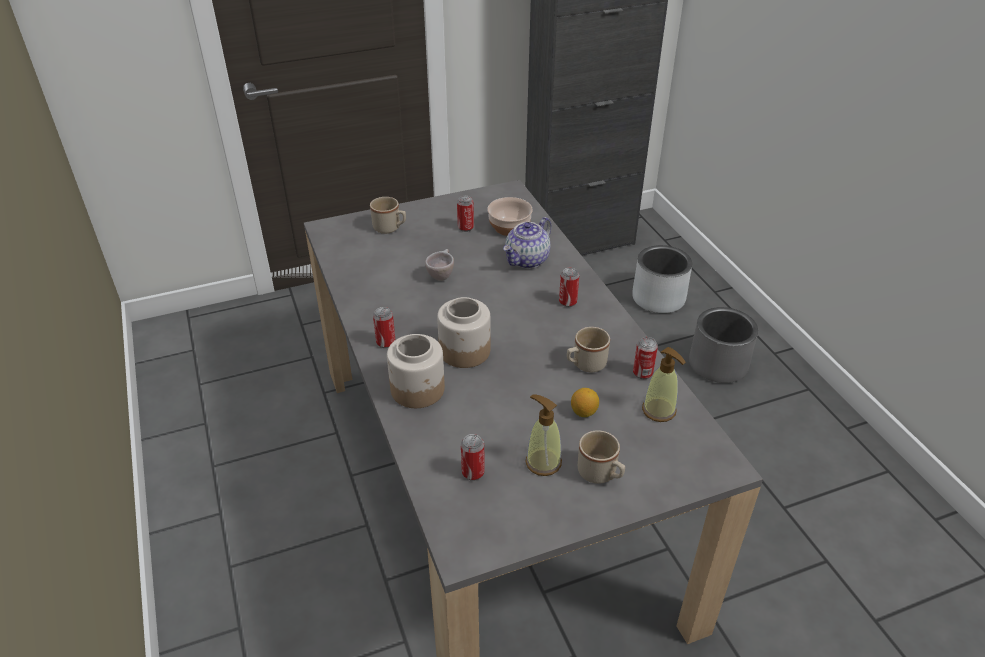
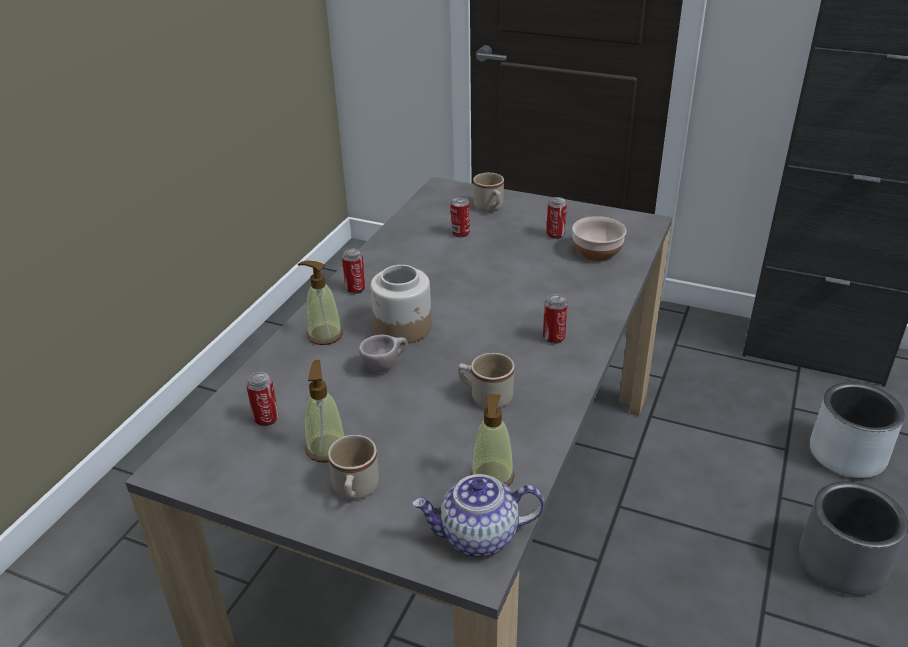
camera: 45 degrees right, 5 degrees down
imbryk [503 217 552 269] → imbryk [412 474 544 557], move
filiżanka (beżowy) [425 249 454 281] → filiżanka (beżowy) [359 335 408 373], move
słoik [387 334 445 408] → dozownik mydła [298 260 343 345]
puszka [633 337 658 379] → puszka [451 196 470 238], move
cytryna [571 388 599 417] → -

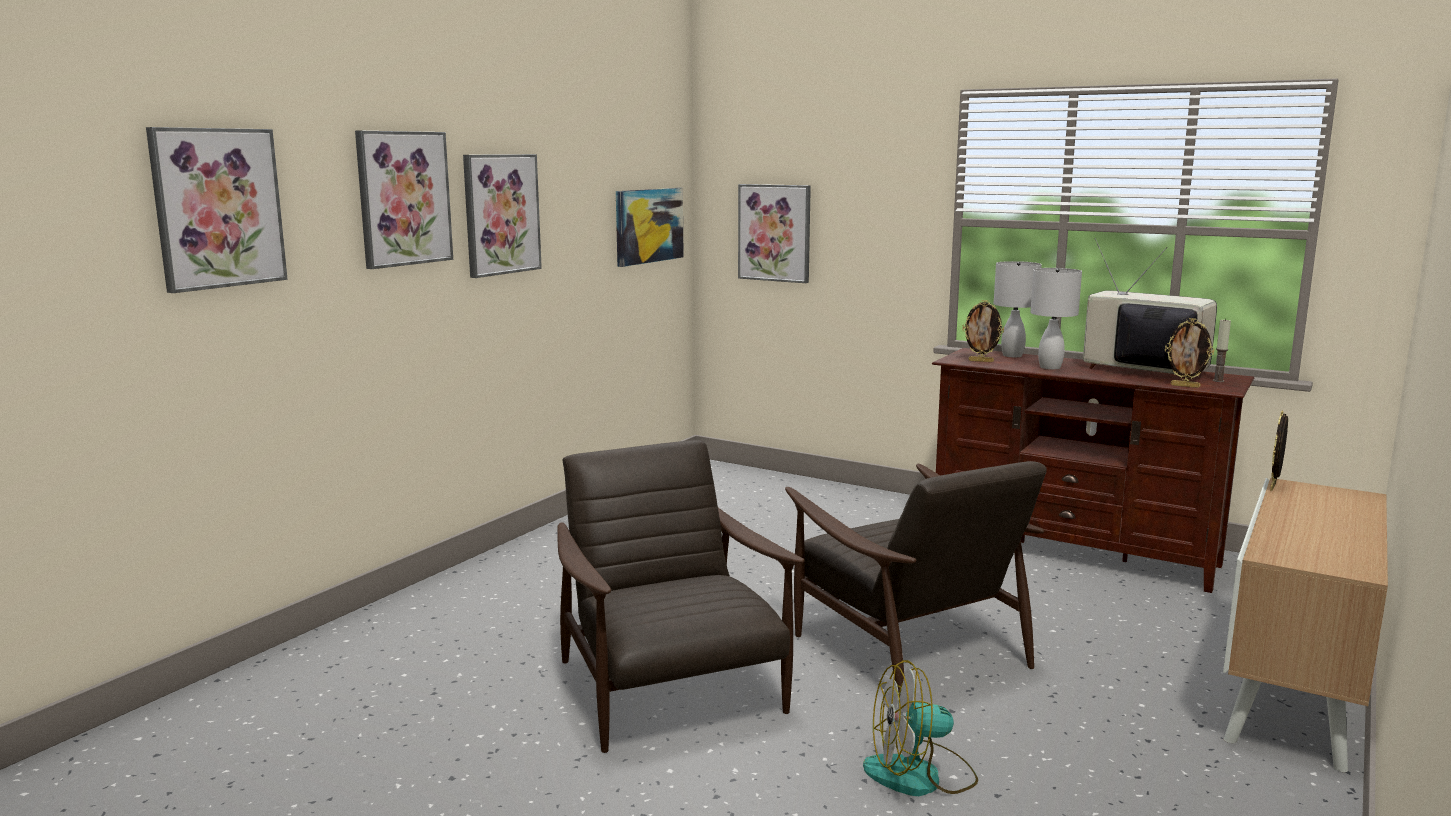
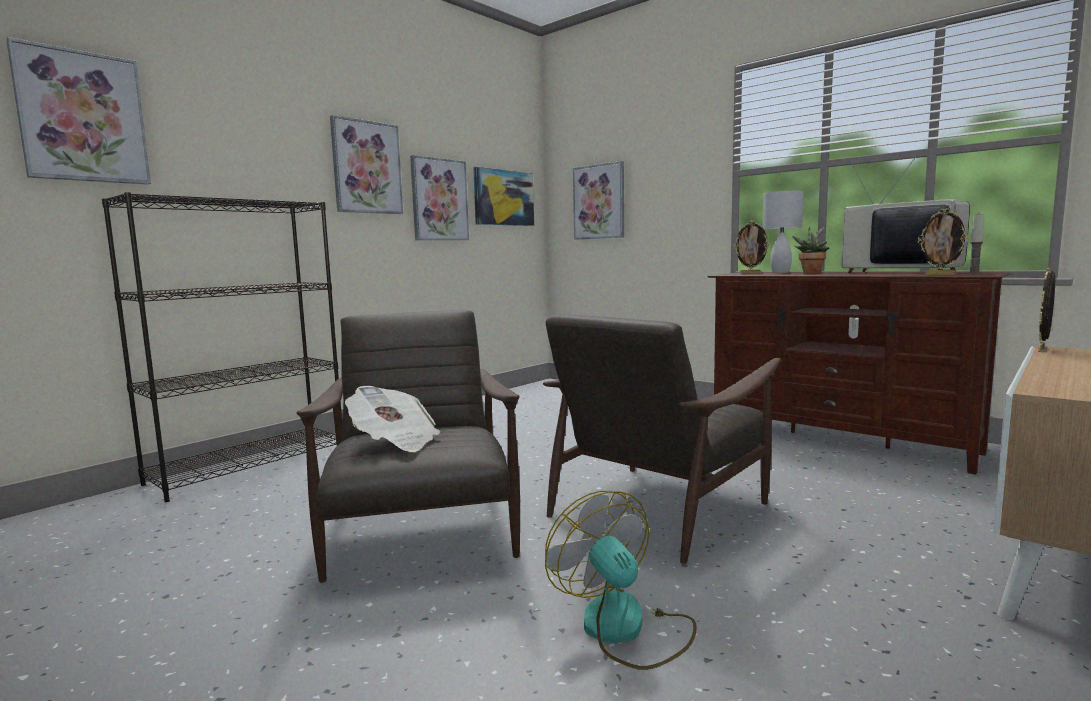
camera: 10 degrees right, 5 degrees down
obraz [355 131 453 269] → obraz [410 155 469 241], move
lampa stołowa (biały) [1030 268 1082 369] → roślina doniczkowa [792 227 829 274]
fotel (brązowy) [785 461 1047 697] → fotel (brązowy) [543 315 781 564], 60 degrees clockwise
wentylator [863 660 978 796] → wentylator [545 491 697 670], 60 degrees clockwise
- → regał (czarny) [102 192 342 502]
- → gazeta [345 386 440 452]

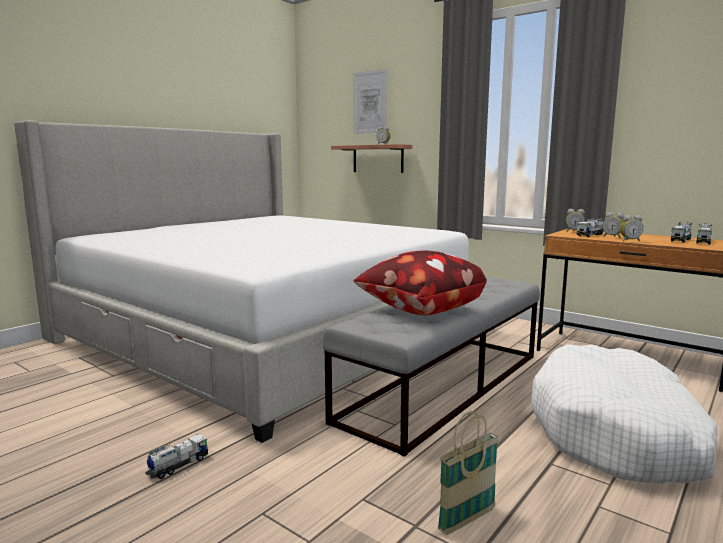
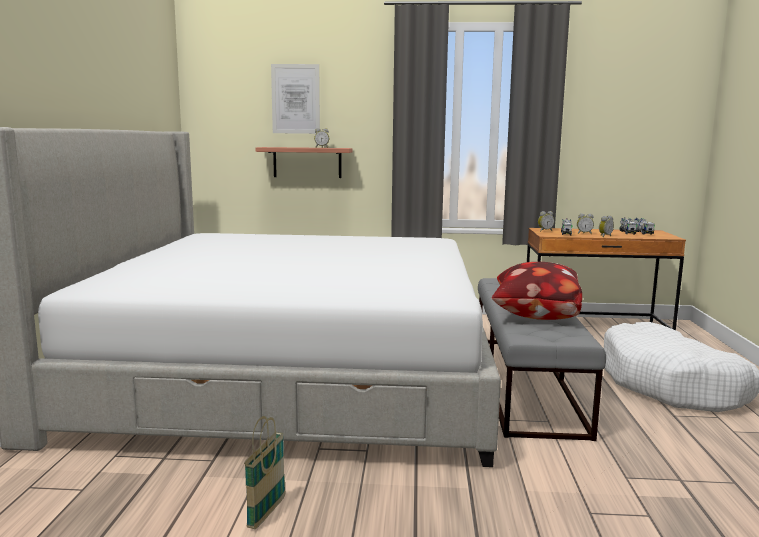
camera: 35 degrees left, 0 degrees up
koszyk [438 411 498 535] → koszyk [244 416 286 529], move
ciężarówka zabawkowa [145 434 208 479] → -

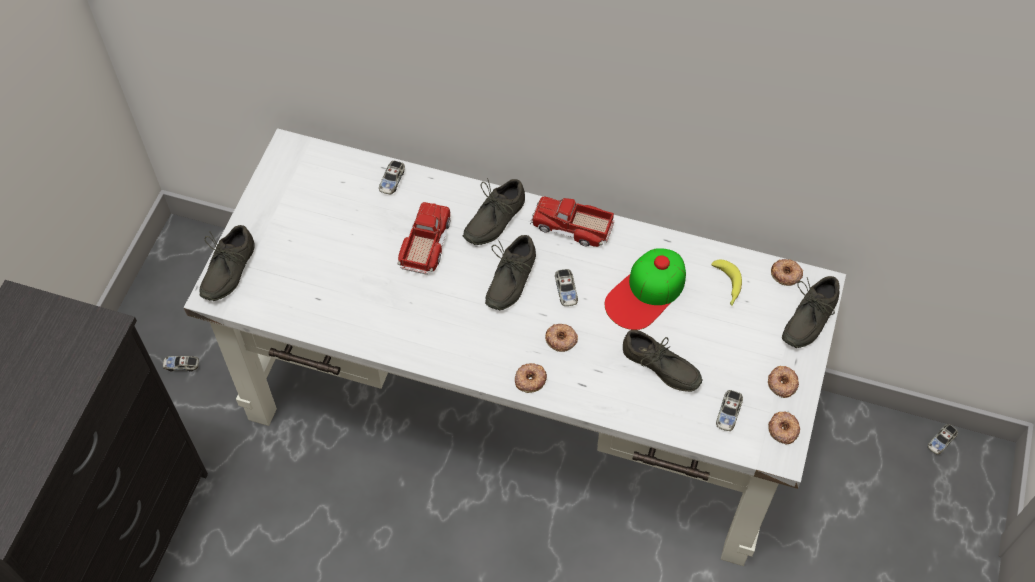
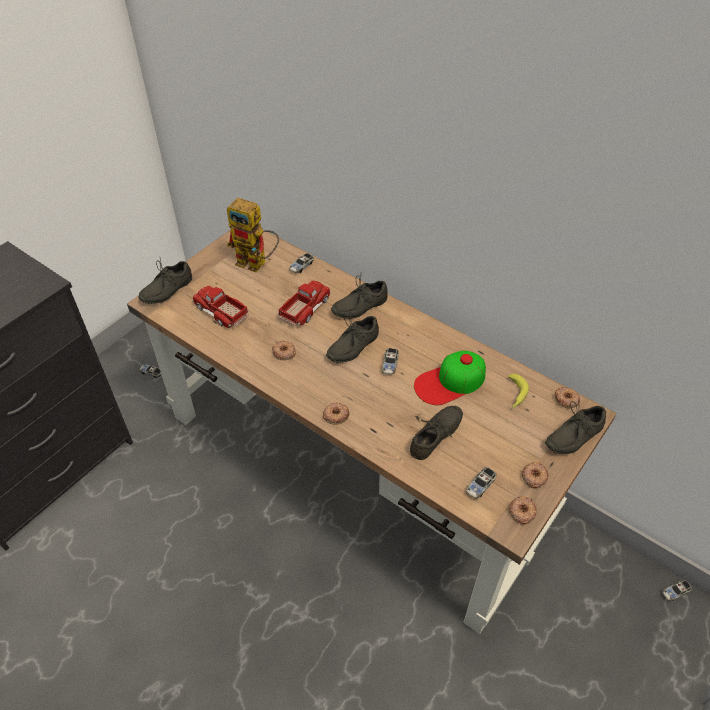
camera: 20 degrees right, 10 degrees down
biurko (biały) [184 128 846 566] → biurko (brązowy) [127 230 617 634]
ciężarówka zabawkowa [530 197 614 247] → ciężarówka zabawkowa [192 286 249 328], move
donut [545 324 578 352] → donut [272 340 296 360], move
but (szary) [623 330 702 392] → but (szary) [410 406 463 460], 105 degrees counterclockwise
- → robot zabawkowy [227 198 279 273]

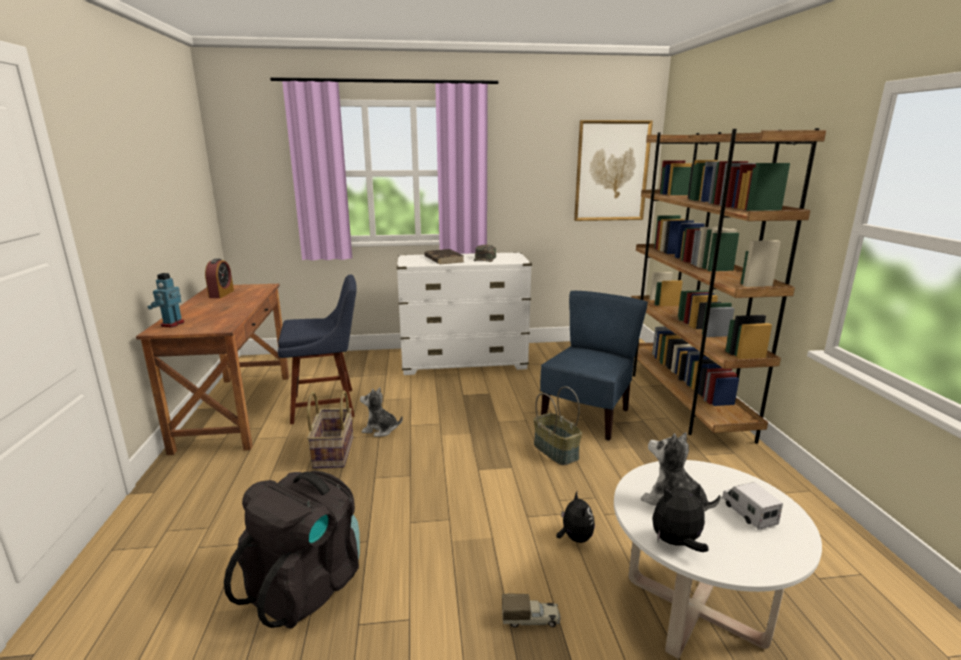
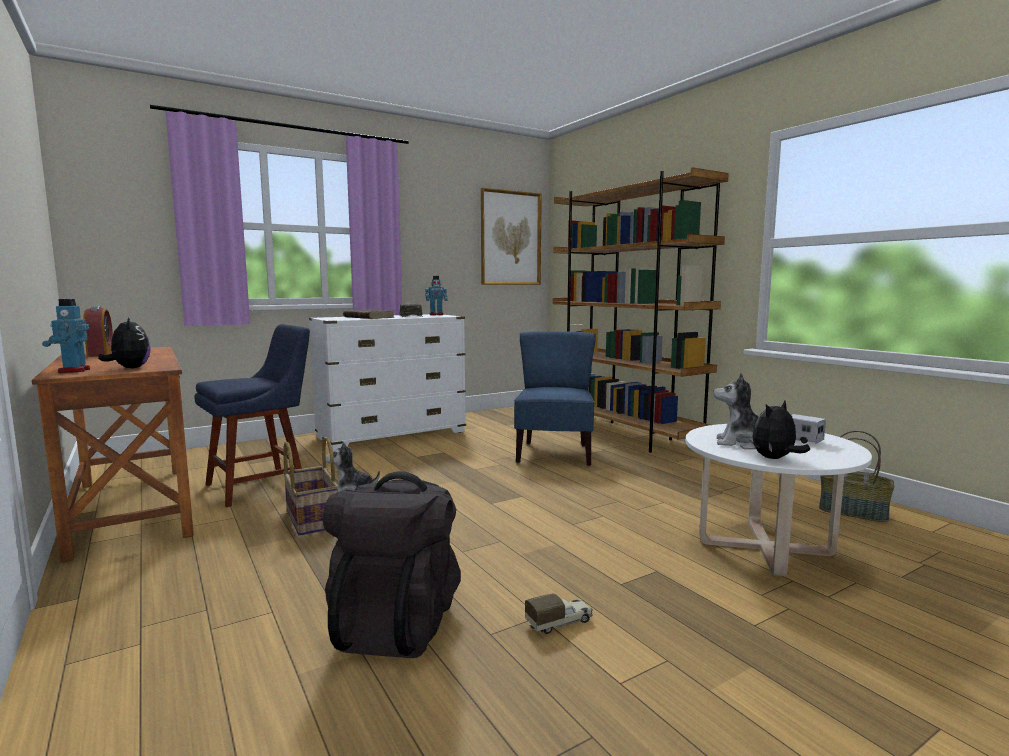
camera: 25 degrees left, 10 degrees down
koszyk [534 386 582 465] → koszyk [819 430 894 522], move
pluszak [556 491 595 543] → pluszak [98 318 151 368], move
ciężarówka zabawkowa [502 593 561 627] → ciężarówka zabawkowa [525 593 593 634], move
- → robot zabawkowy [425 276 448 315]

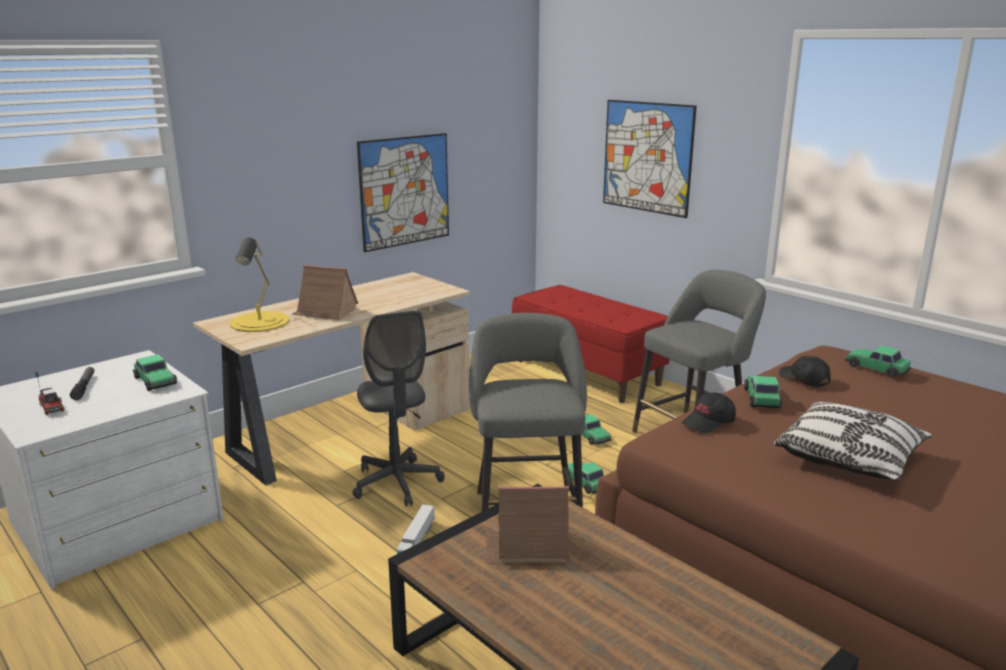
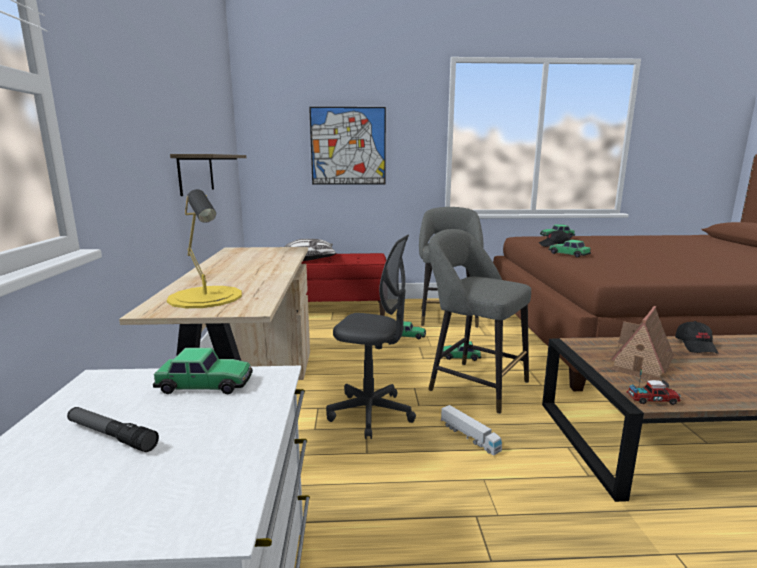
camera: 50 degrees left, 5 degrees down
obraz [357 133 449 252] → półka [170 154 246 196]
domek [291 265 358 320] → -
ciężarówka zabawkowa [35 371 64 415] → ciężarówka zabawkowa [627 369 681 405], move
czapka z daszkiem (czarny) [682 393 736 434] → czapka z daszkiem (czarny) [675 321 719 354], move
poduszka [774 401 933 481] → poduszka [285 239 337 261], move

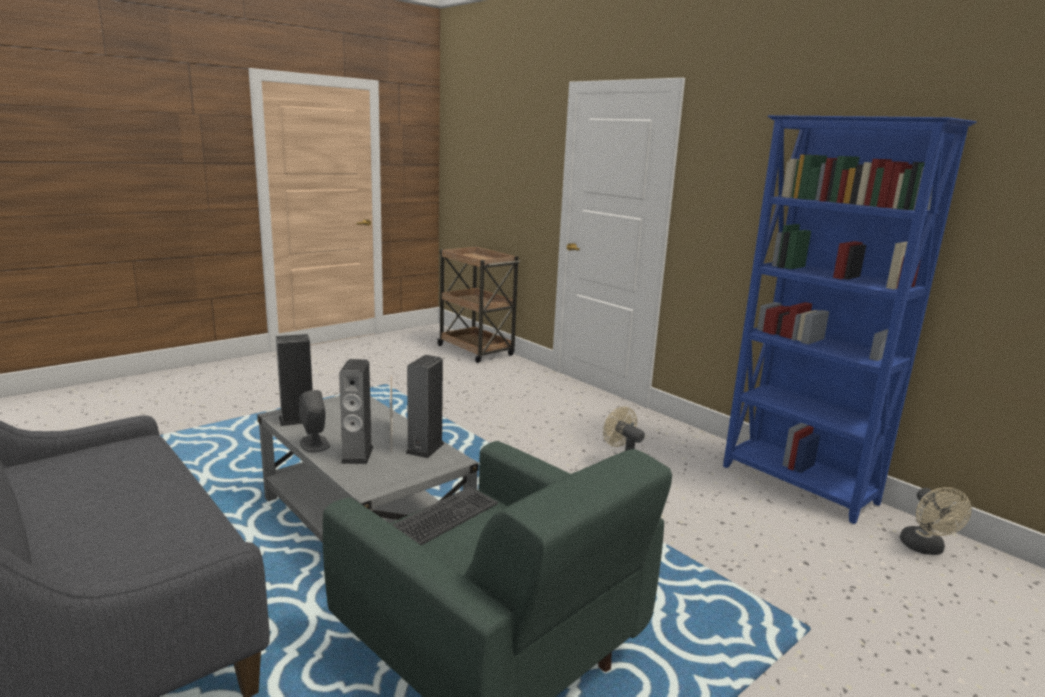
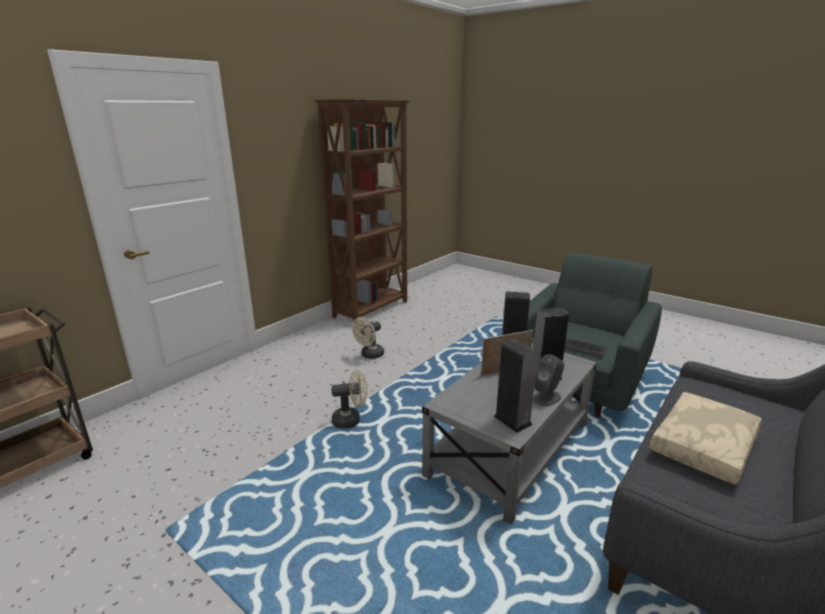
camera: 100 degrees left, 5 degrees up
regał (niebieski) [723 115 977 524] → regał (brązowy) [315 99 410 324]
wentylator (beżowy) [900 487 972 555] → wentylator (beżowy) [331 370 368 429], move
- → poduszka (beżowy) [650 392 762 485]

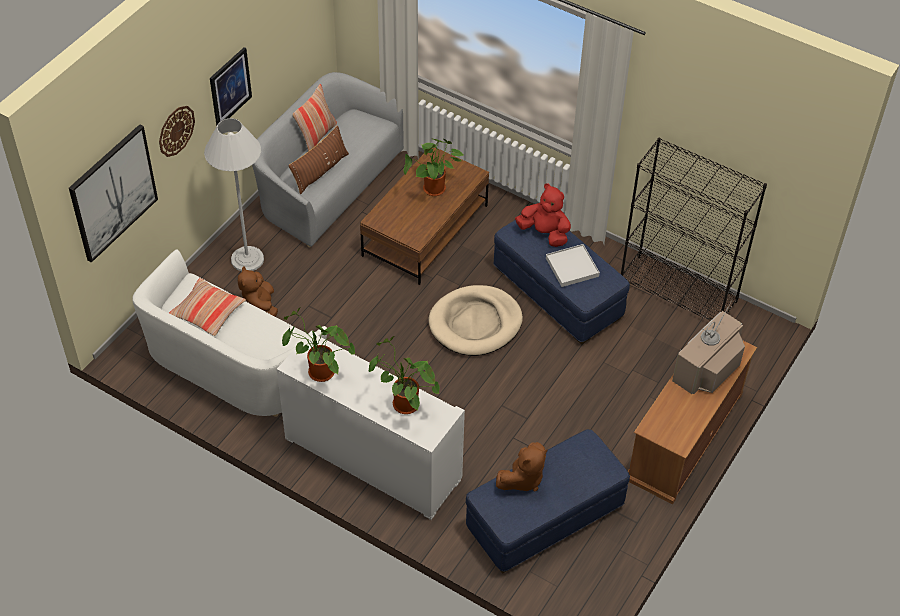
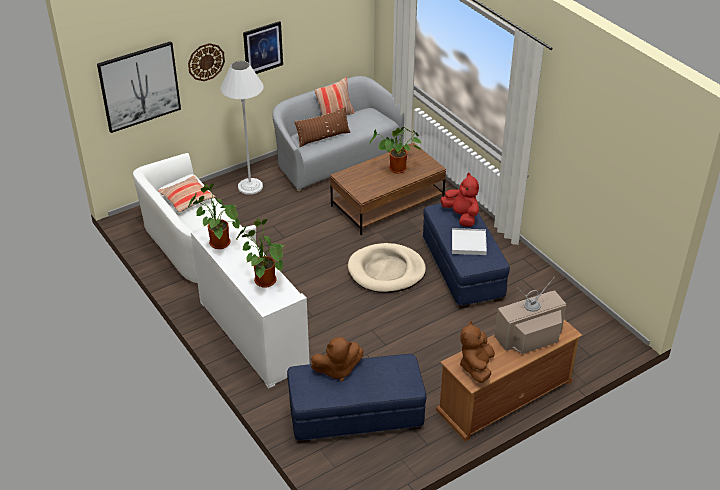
camera: 25 degrees right, 10 degrees down
regał (czarny) [621 138 767 321] → -
pluszak (brązowy) [238 266 278 317] → pluszak (brązowy) [460 321 495 383], move

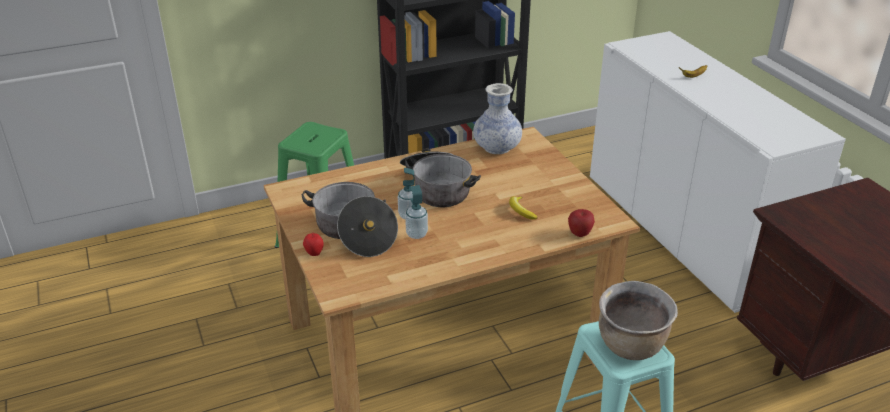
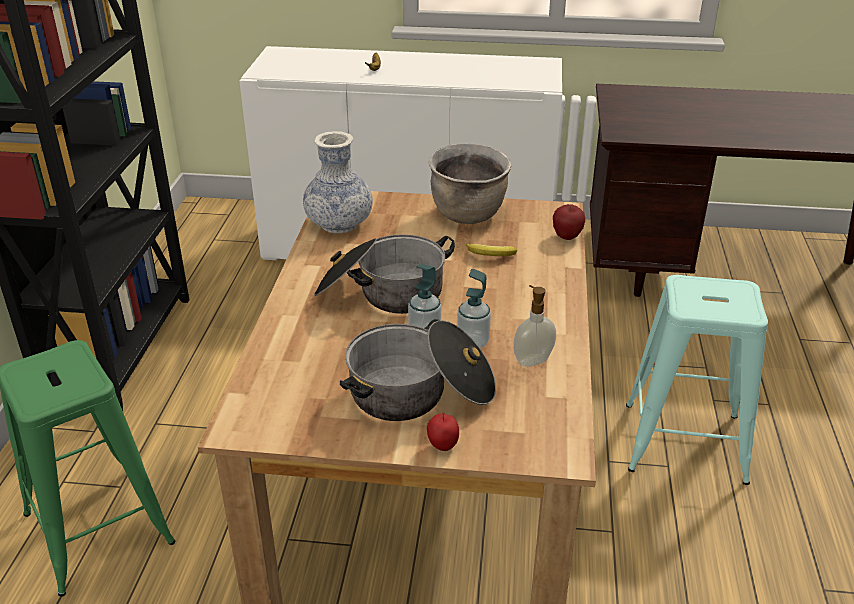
camera: 60 degrees left, 0 degrees up
garnek (brązowy) [599 281 678 360] → garnek (brązowy) [428 144 511 224], move
- → dozownik mydła [513 285 556 367]

